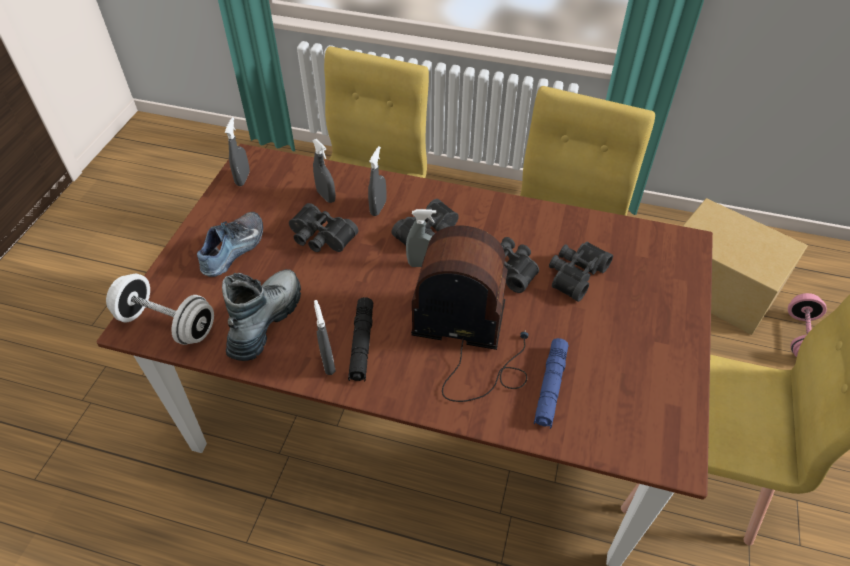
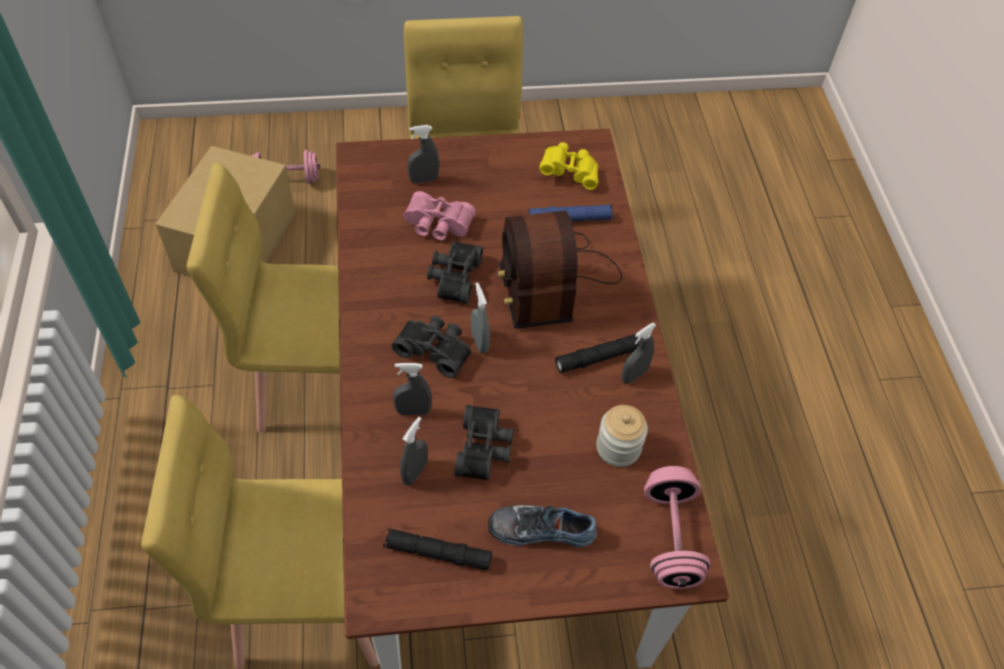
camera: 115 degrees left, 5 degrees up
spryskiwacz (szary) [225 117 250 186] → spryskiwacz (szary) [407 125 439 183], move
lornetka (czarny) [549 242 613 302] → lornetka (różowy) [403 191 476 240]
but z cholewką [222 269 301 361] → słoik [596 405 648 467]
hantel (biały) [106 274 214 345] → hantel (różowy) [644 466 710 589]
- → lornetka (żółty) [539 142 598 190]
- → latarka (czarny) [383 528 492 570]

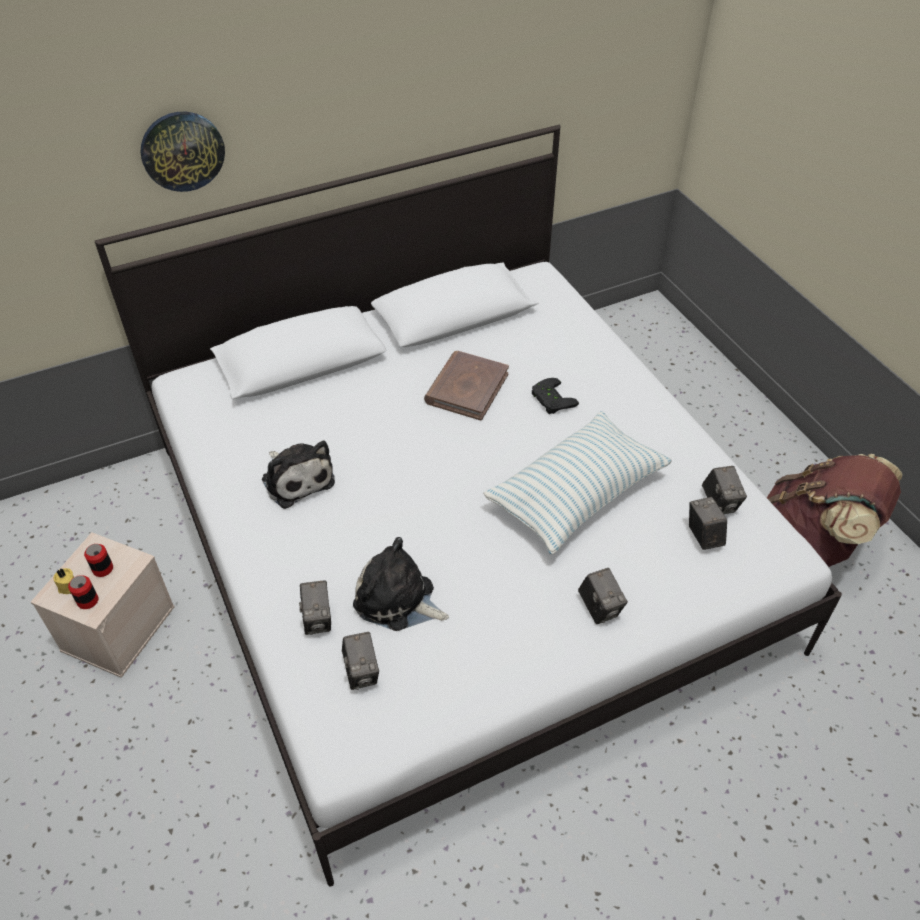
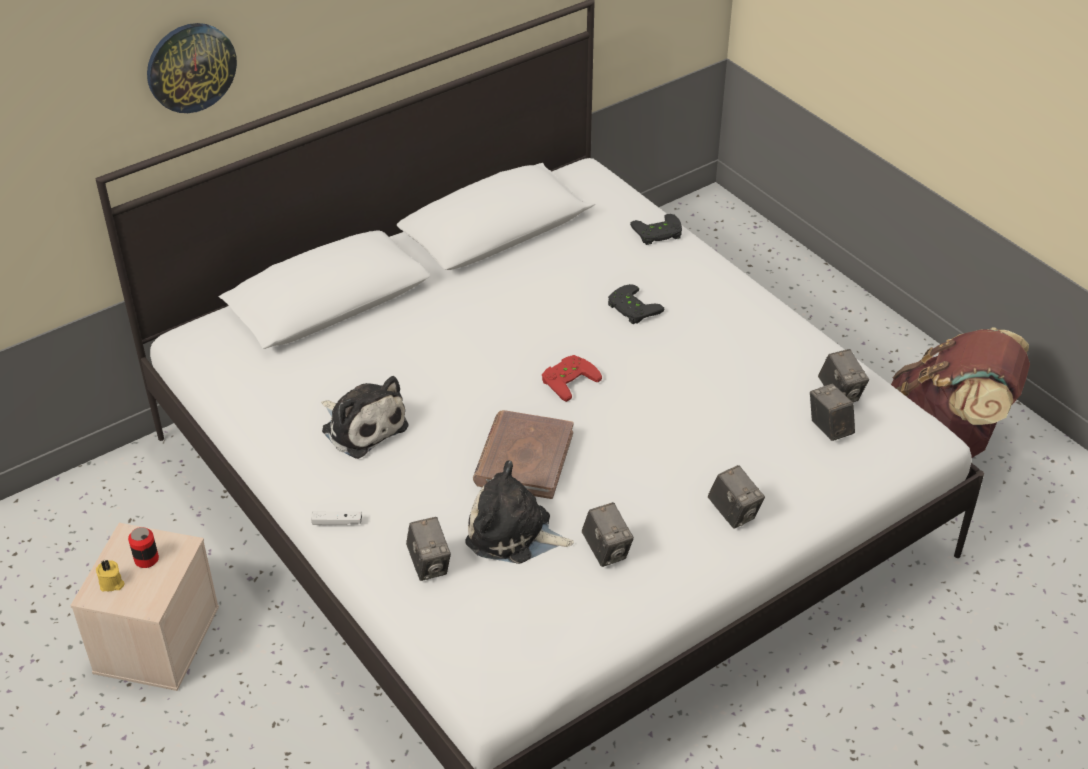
camera: 10 degrees left, 5 degrees down
książka (brązowy) [424 351 509 421] → książka (brązowy) [473 410 573 499], move
poduszka [483 411 672 554] → -
puszka [68 575 99 609] → -
aparat fotograficzny [342 632 379 690] → aparat fotograficzny [582 502 634 567], move
- → pad do gier (czarny) [630 214 682 245]
- → pad do gier (czerwony) [542 355 602 402]
- → pad do gier (biały) [311 511 362 525]

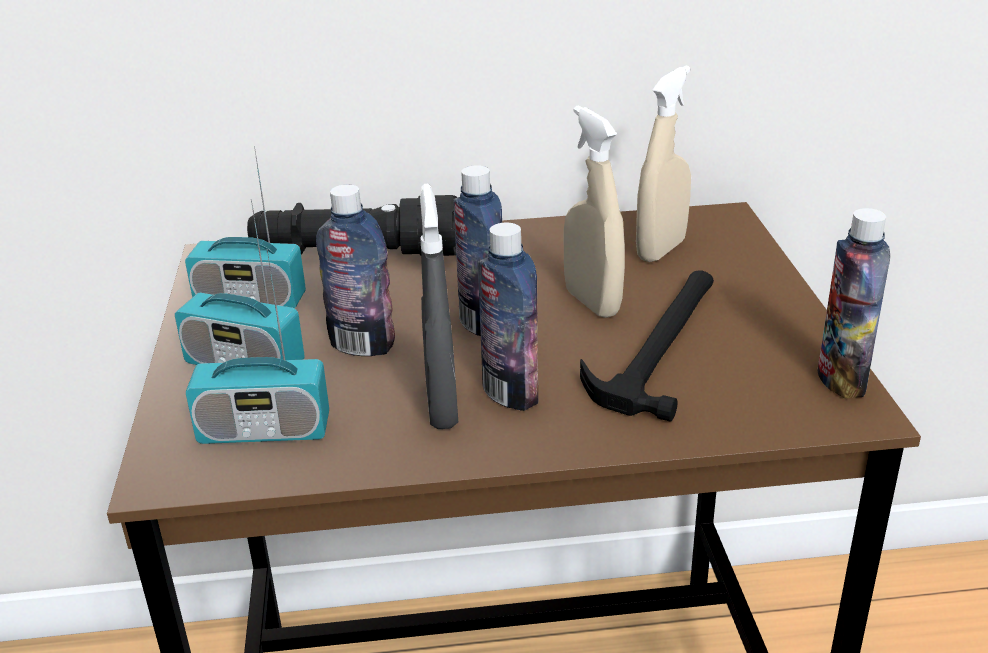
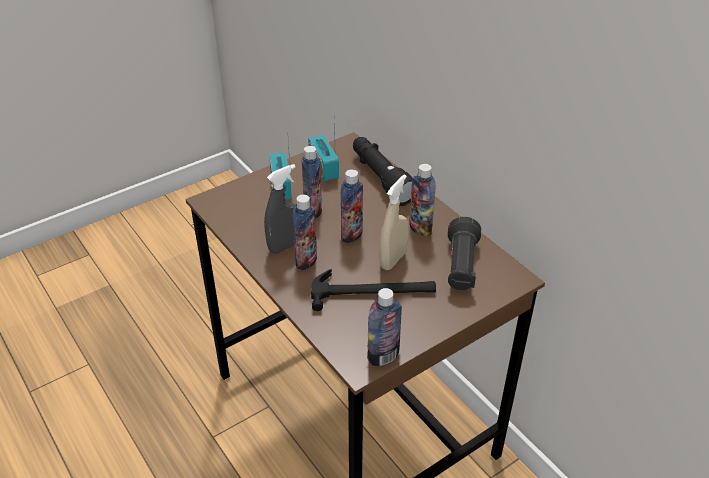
camera: 60 degrees right, 10 degrees up
spryskiwacz (beżowy) [636 66 691 262] → latarka (czarny) [448 217 481 290]
radio [186 249 329 444] → -
- → butelka [409 164 436 237]

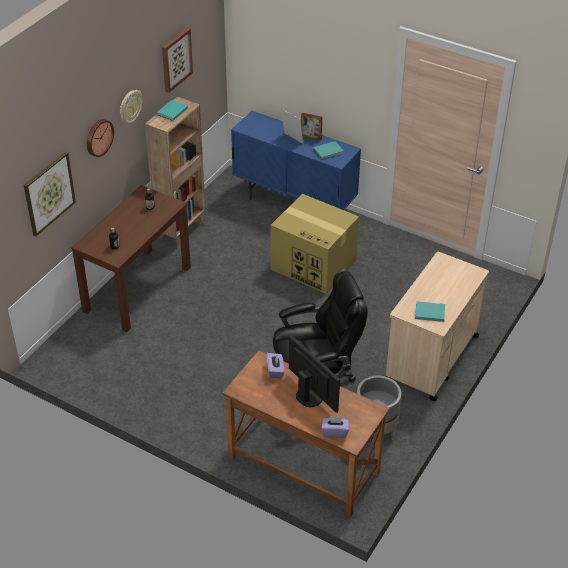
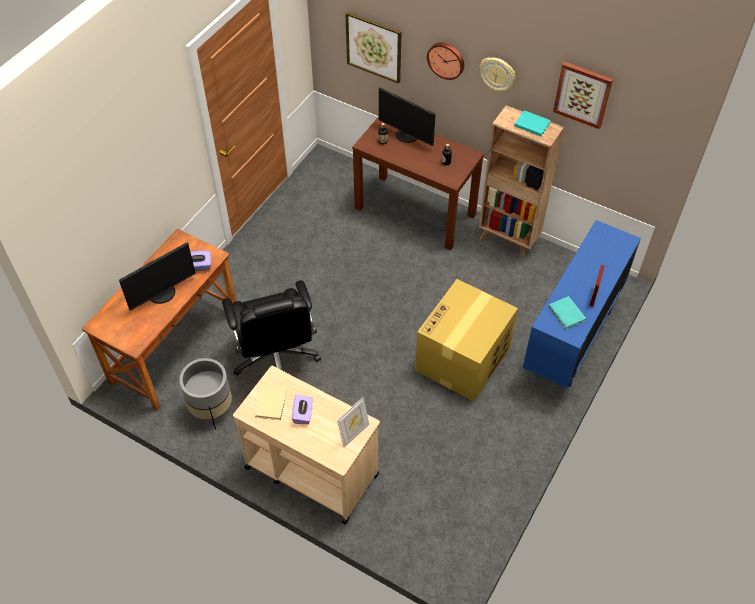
camera: 90 degrees right, 10 degrees up
ramka na zdjęcie [281 109 303 144] → ramka na zdjęcie [337 397 369 448], move
książka (turkusowy) [415 301 445 322] → książka (beżowy) [255 387 287 420]
pudełko chusteczek (fioletowy) [322 416 349 438] → pudełko chusteczek (fioletowy) [292 394 313 424], move
- → monitor [379 87 436 146]

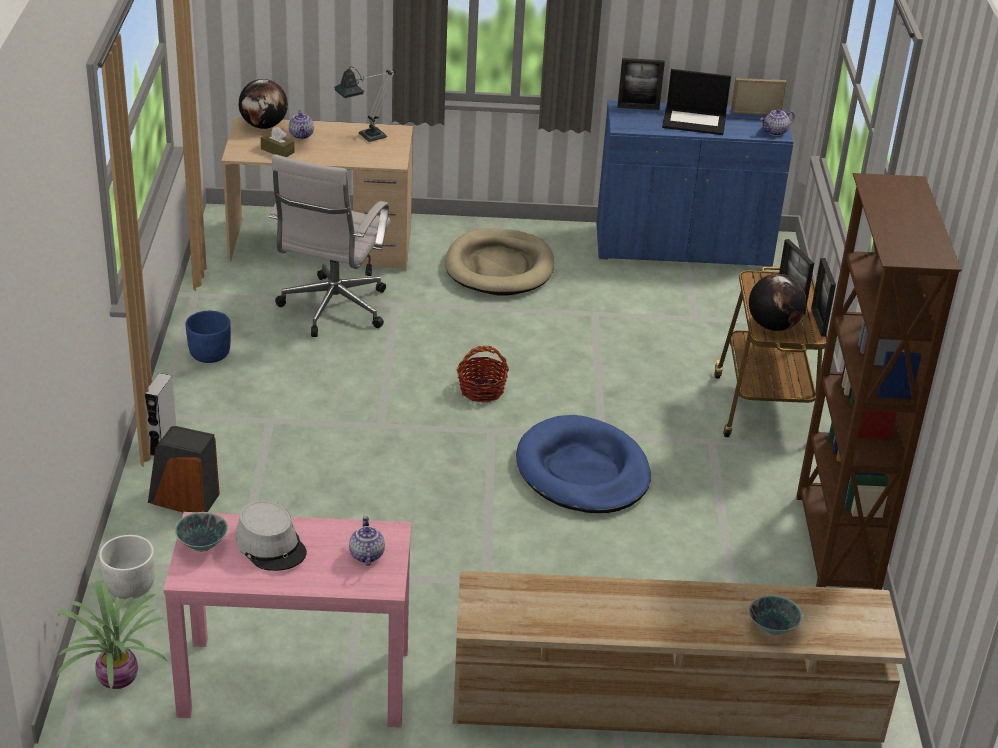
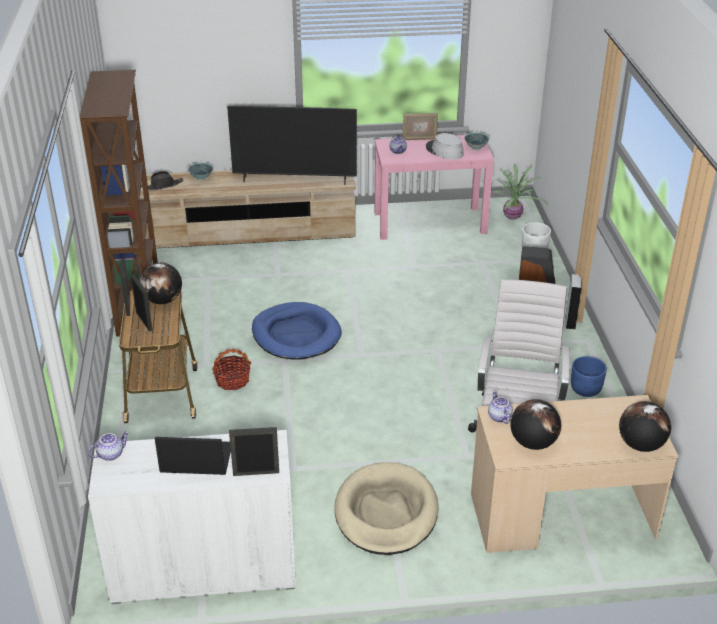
camera: 175 degrees right, 0 degrees up
lampa stołowa [334 67 395 142] → globus [510 399 561 450]
ramka na zdjęcie [731 78 787 115] → ramka na zdjęcie [403 113 438 140], move
szafka (niebieski) [596 100 793 267] → szafka (biały) [88 430 296 604]
imbryk [289 110 314 139] → imbryk [488 391 513 424], move
pudełko chusteczek (brązowy) [261 127 295 157] → -
koszyk [457 346 509 403] → koszyk [212 349 251 390], move
- → telewizor [227 106 357 185]
- → kapelusz (czarny) [141 171 184 190]

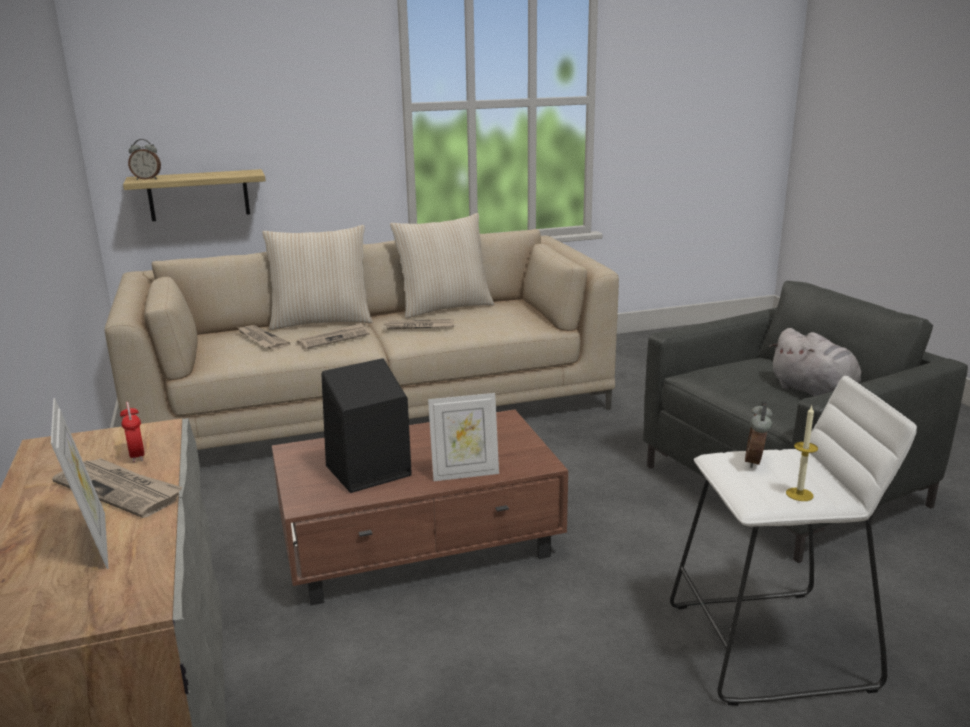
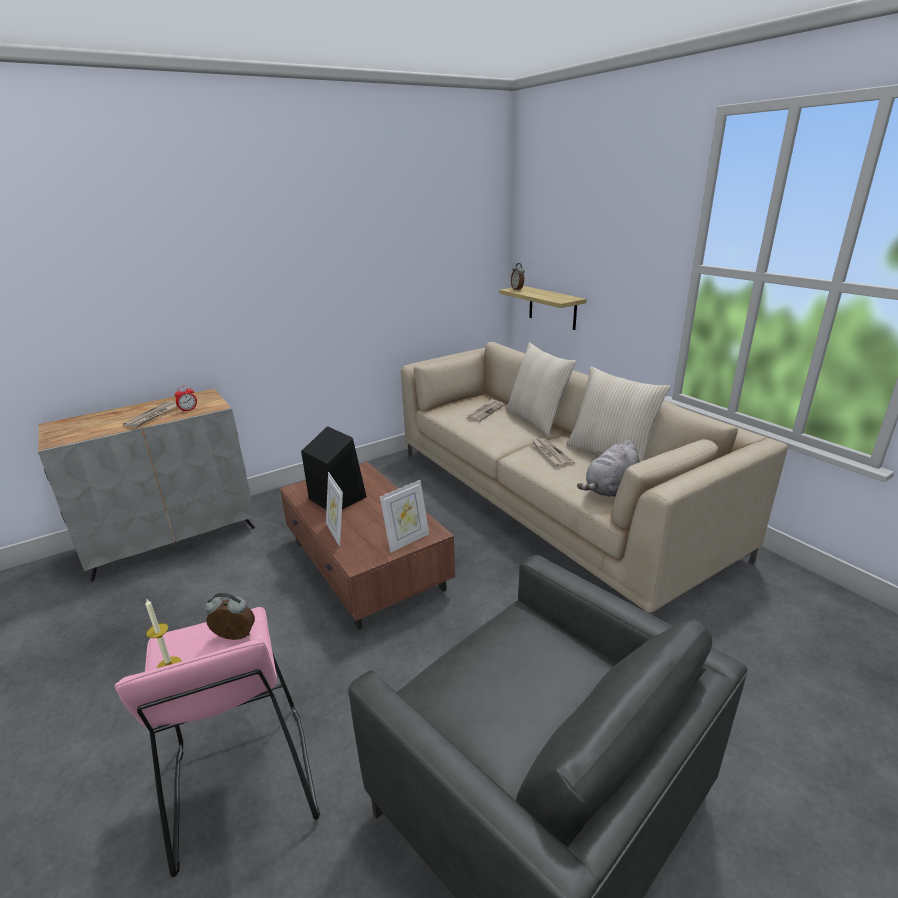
camera: 75 degrees right, 5 degrees up
gazeta [297 323 370 349] → -
pluszak (szary) [769 328 861 397] → pluszak (szary) [577 440 640 497], move
stołek (biały) [670 376 917 706] → stołek (różowy) [115 607 320 877]
ramka na zdjęcie [51 398 109 569] → ramka na zdjęcie [380 480 429 553], move

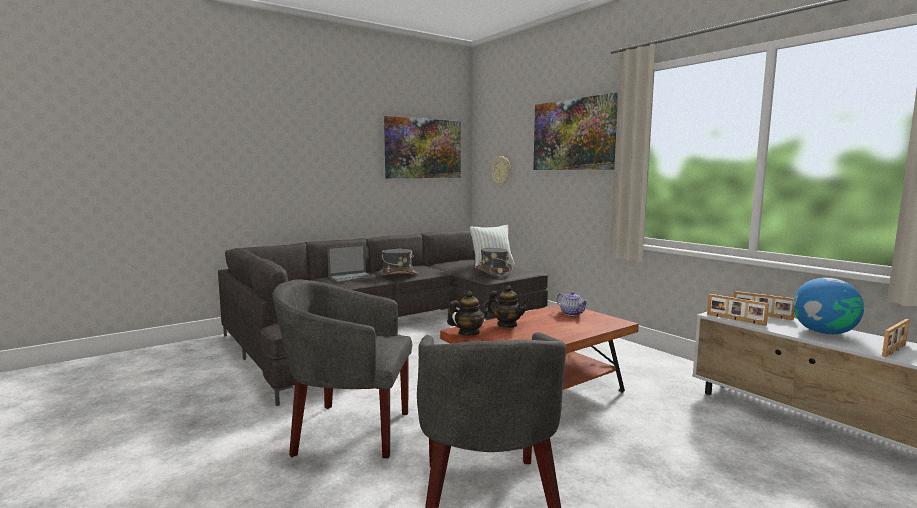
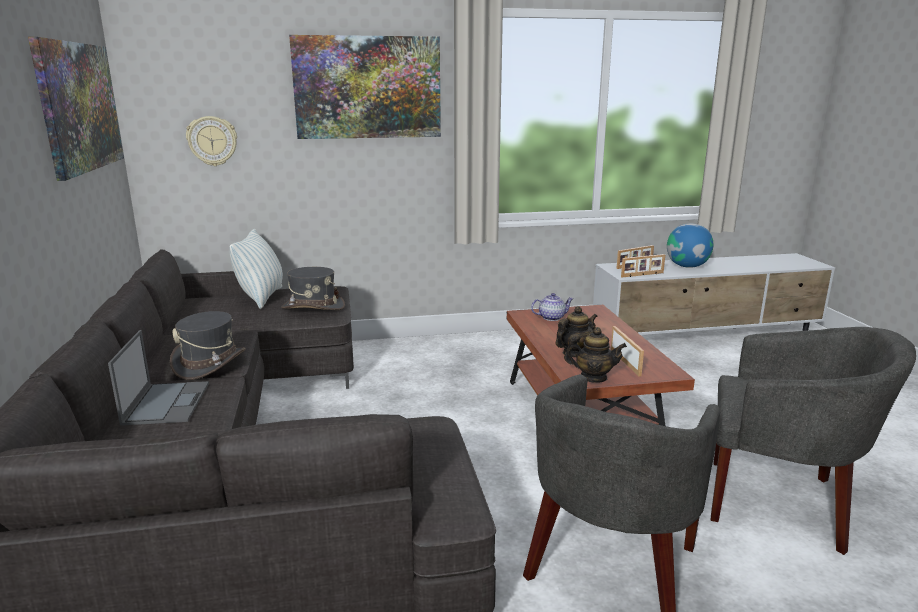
camera: 65 degrees left, 10 degrees up
imbryk [447 291 490 336] → imbryk [564 327 627 383], 105 degrees clockwise
ramka na zdjęcie [882 319 910 357] → ramka na zdjęcie [611 326 644 376], move

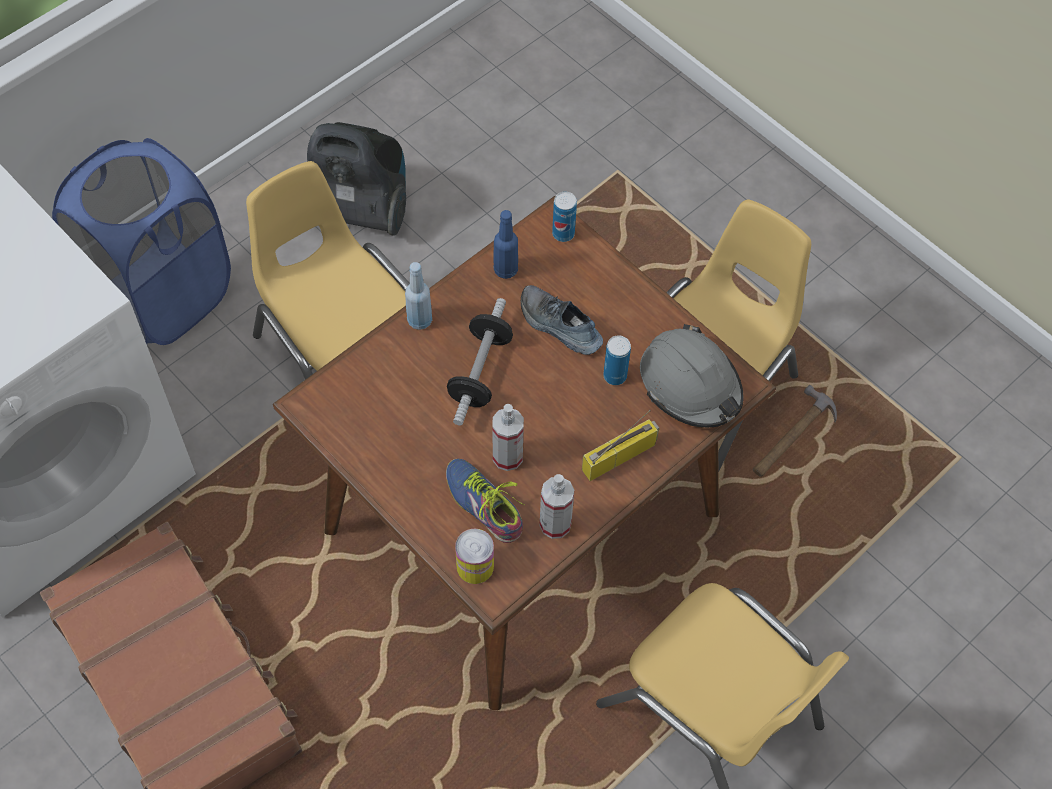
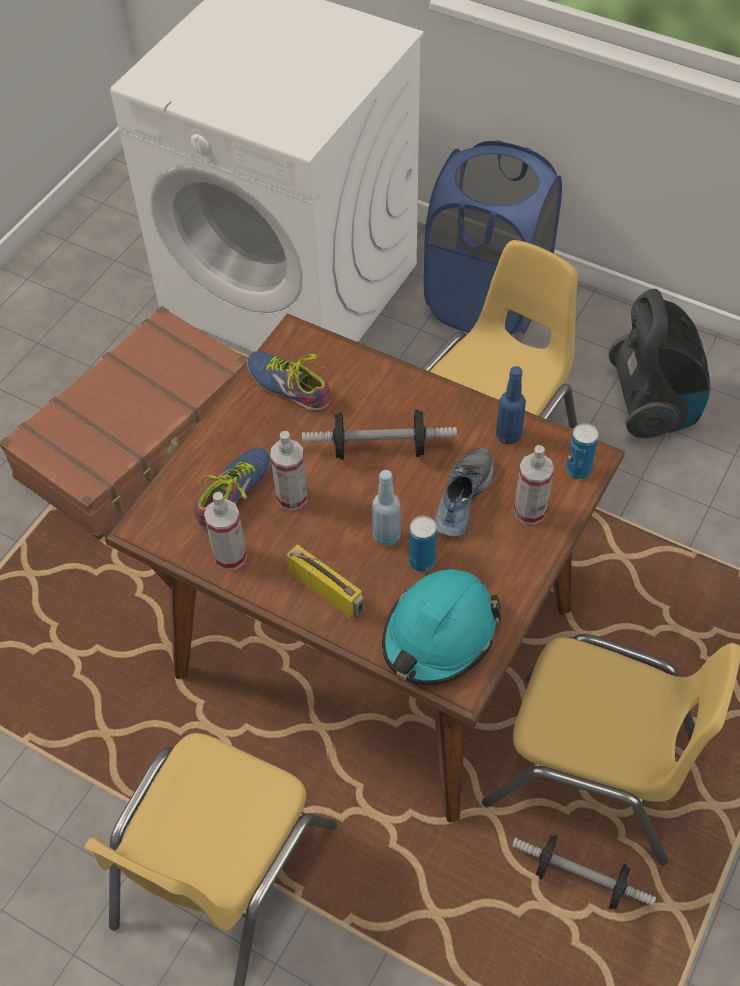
camera: 75 degrees right, 5 degrees down
butelka (niebieski) [405 262 432 330] → butelka (niebieski) [372 470 401 546], move
kask (szary) [640 324 744 428] → kask (turkusowy) [382 569 501 685]
młotek [753 385 837 477] → hantel [512 835 656 909]
puszka [455 529 494 584] → -
- → but [247 351 330 412]
- → spryskiwacz [514 445 554 525]

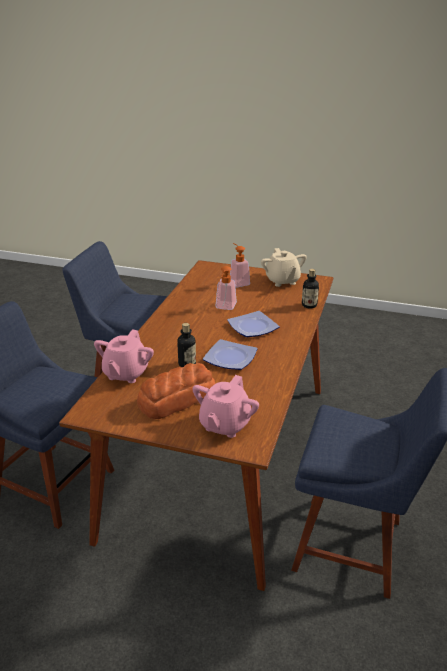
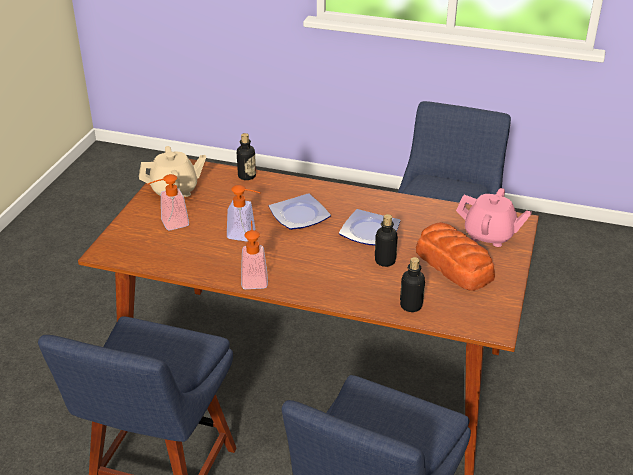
camera: 90 degrees left, 5 degrees up
imbryk (różowy) [94 330 154 383] → butelka [400 257 425 312]
- → dozownik mydła [241 221 268 289]

